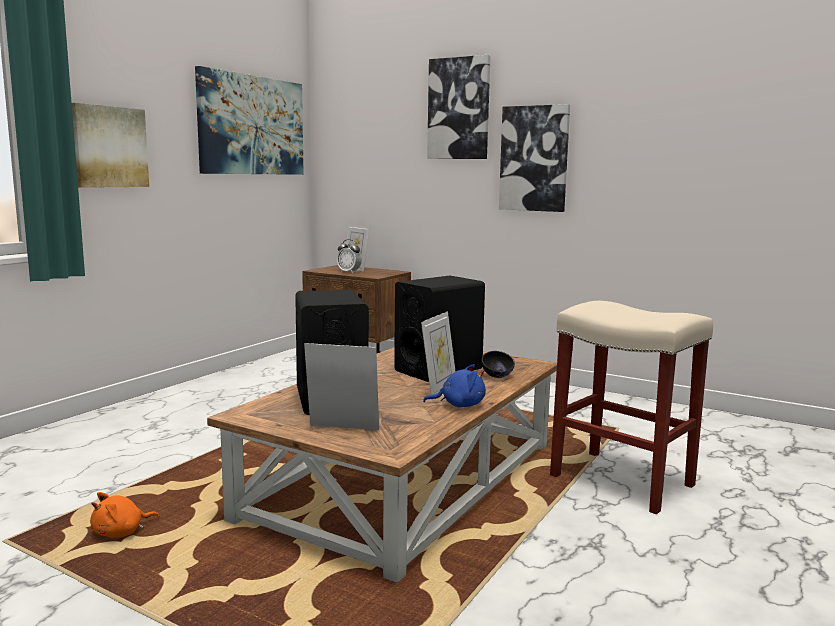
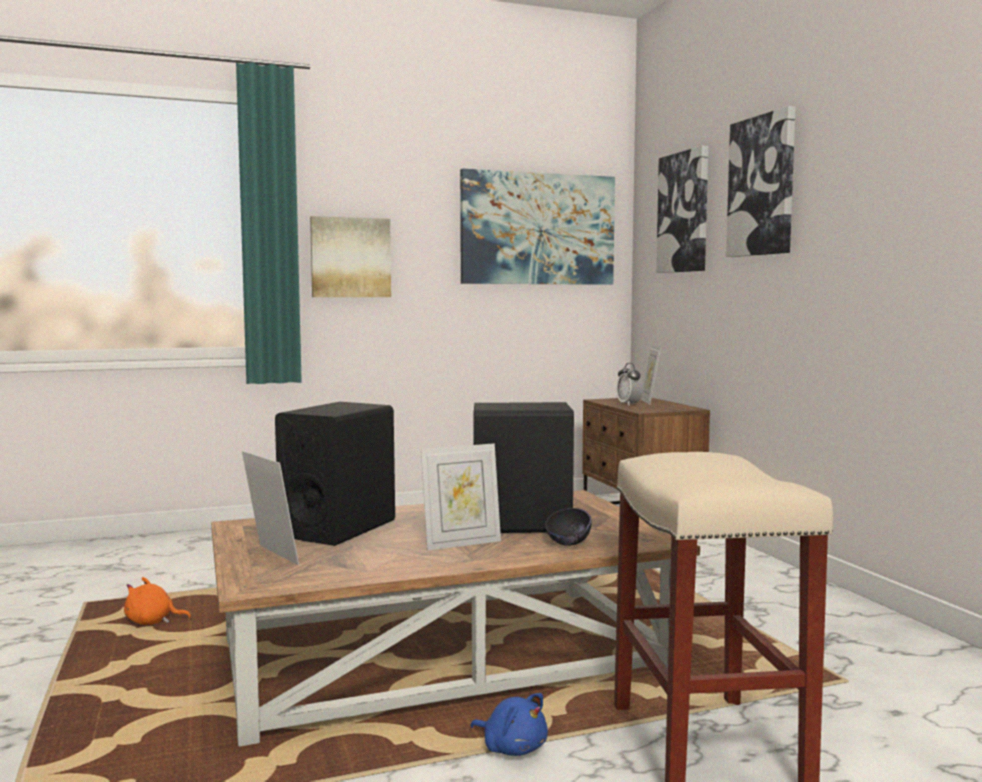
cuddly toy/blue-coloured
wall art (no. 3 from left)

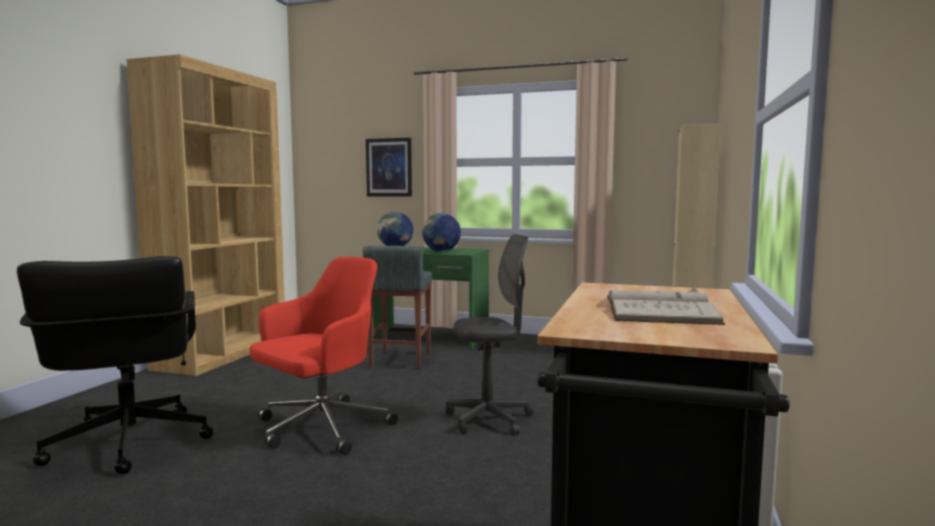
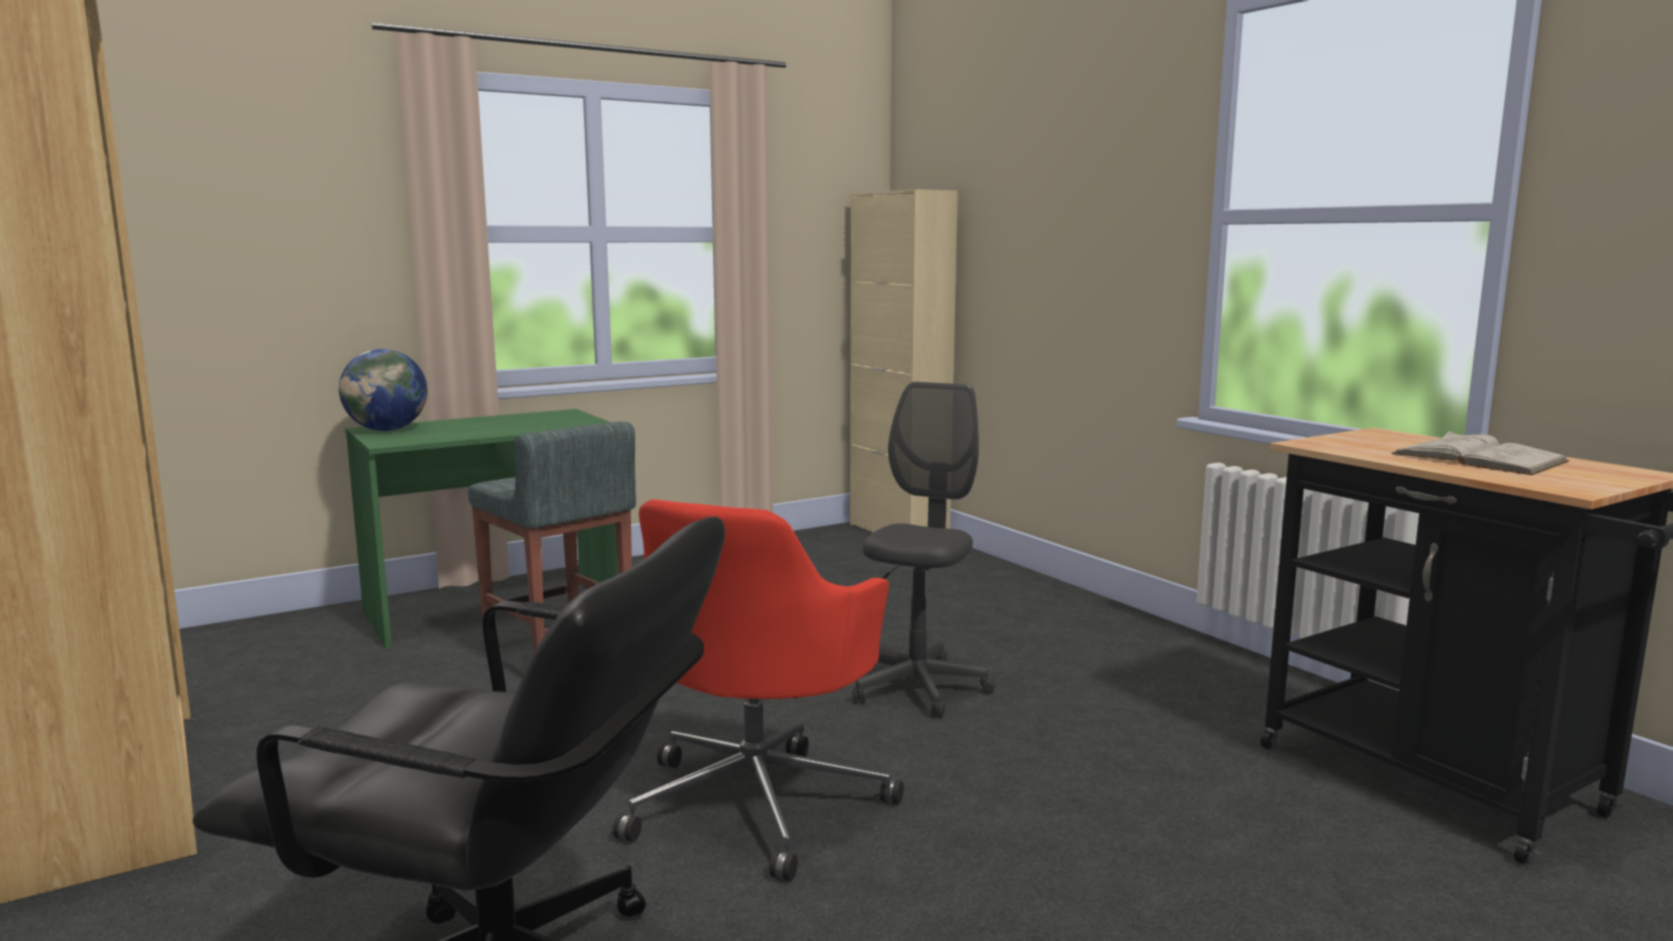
computer chair/red-coloured
wall art
desk globe (no. 2 from left in the first image)

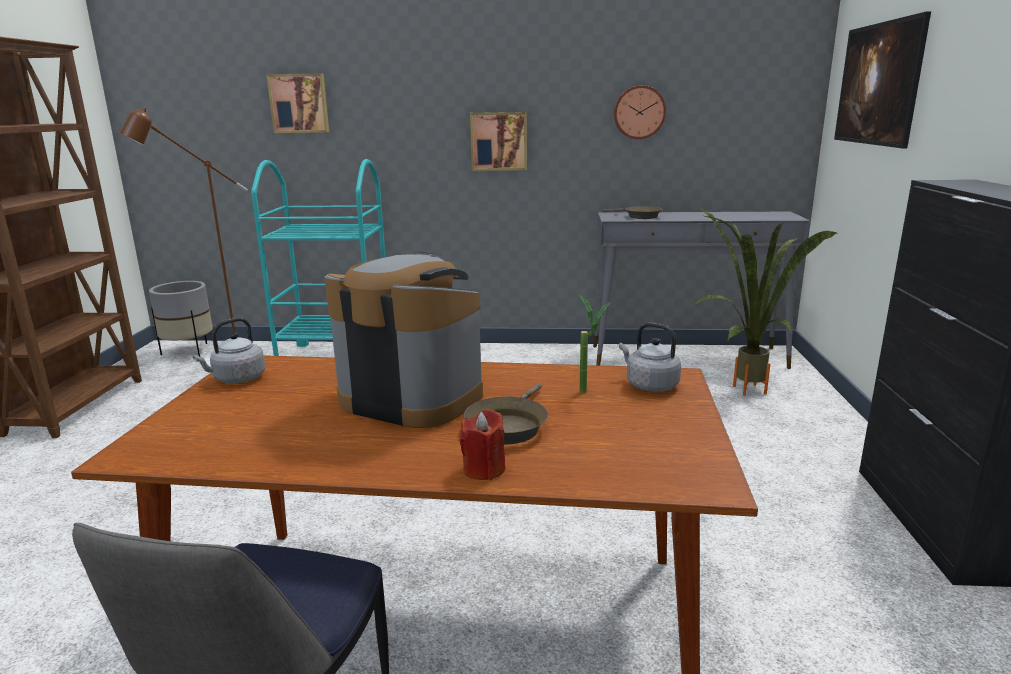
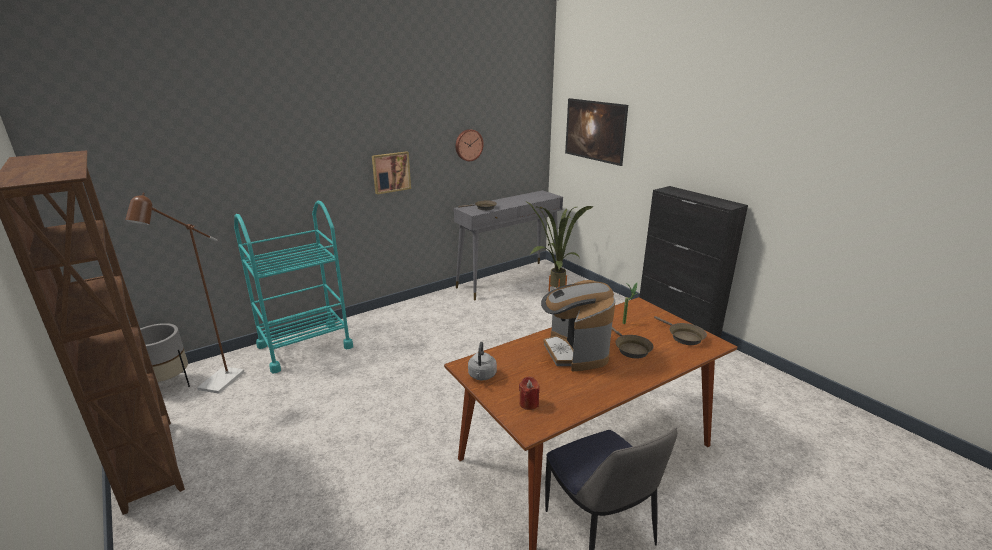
wax candle/red-coloured
coffee maker
frying pan/brown-coloured (no. 3 from left)
wall art (no. 1 from left in the first image)
water kettle/gray (no. 2 from left in the first image)

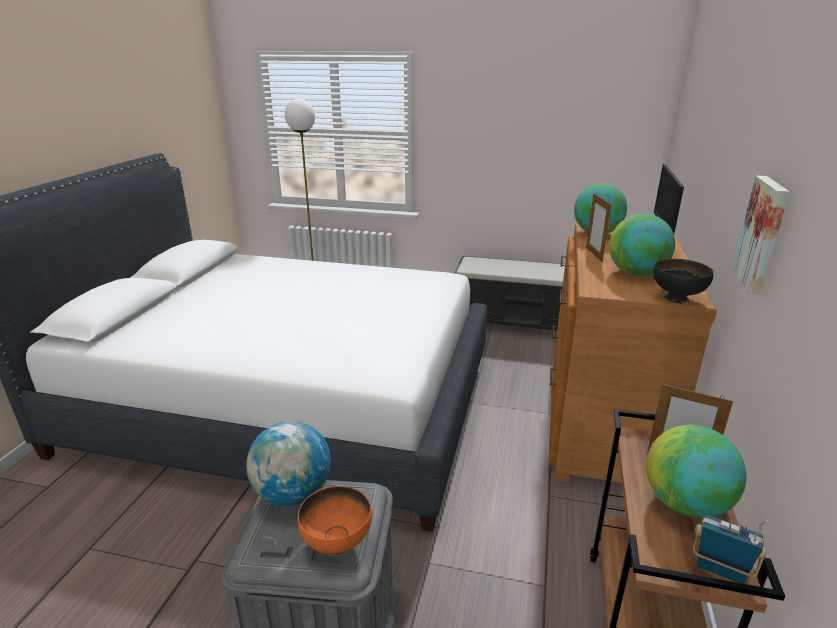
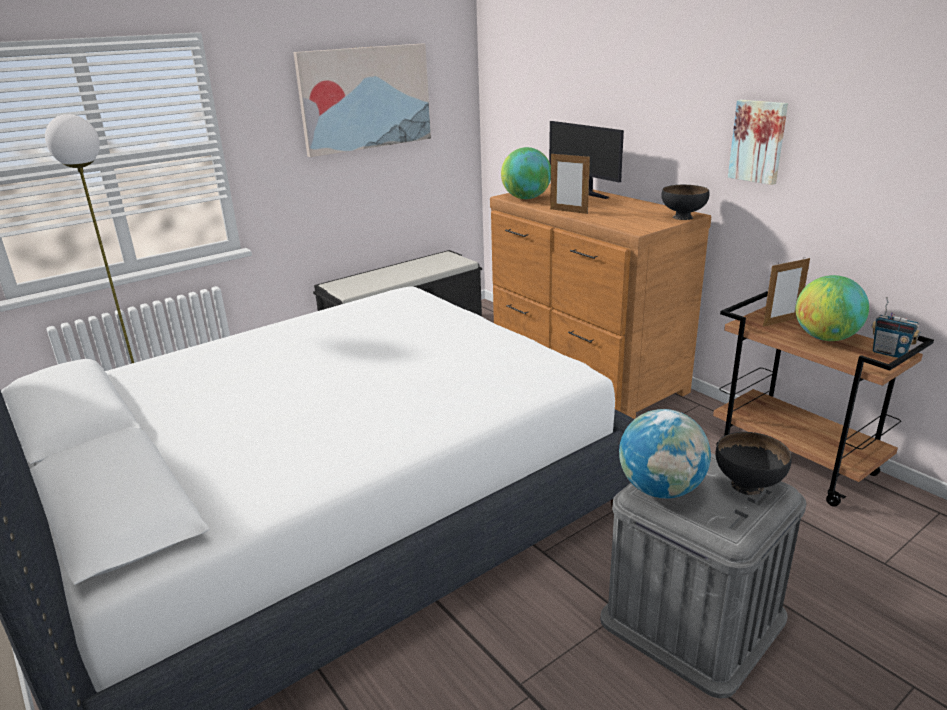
wall art (no. 1 from left)
bowl/blackish (no. 2 from left)
radio
desk globe (no. 3 from left in the first image)

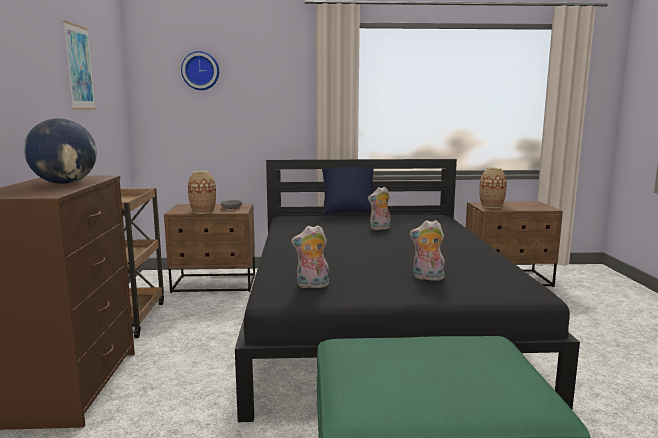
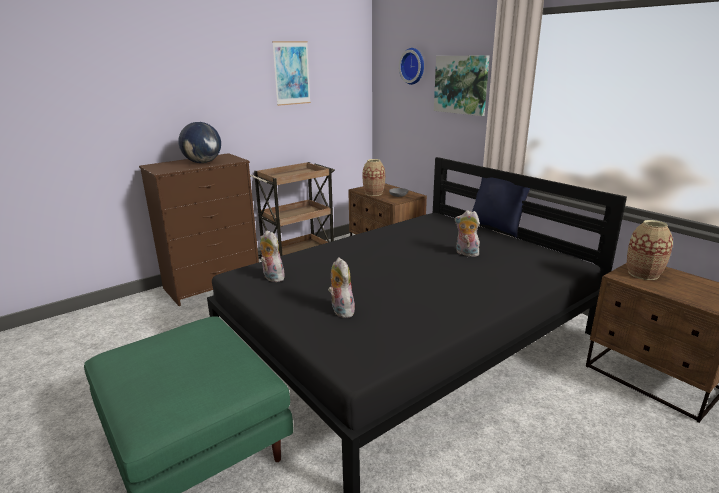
wall art (no. 2 from left)

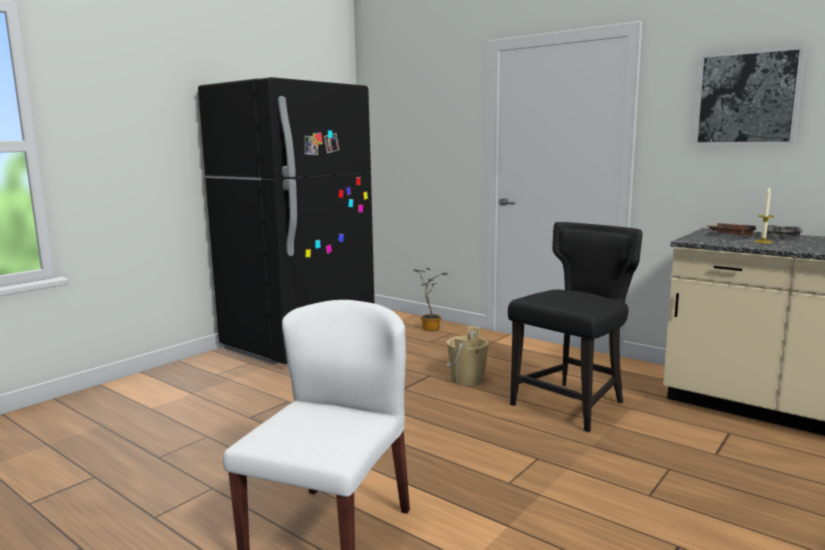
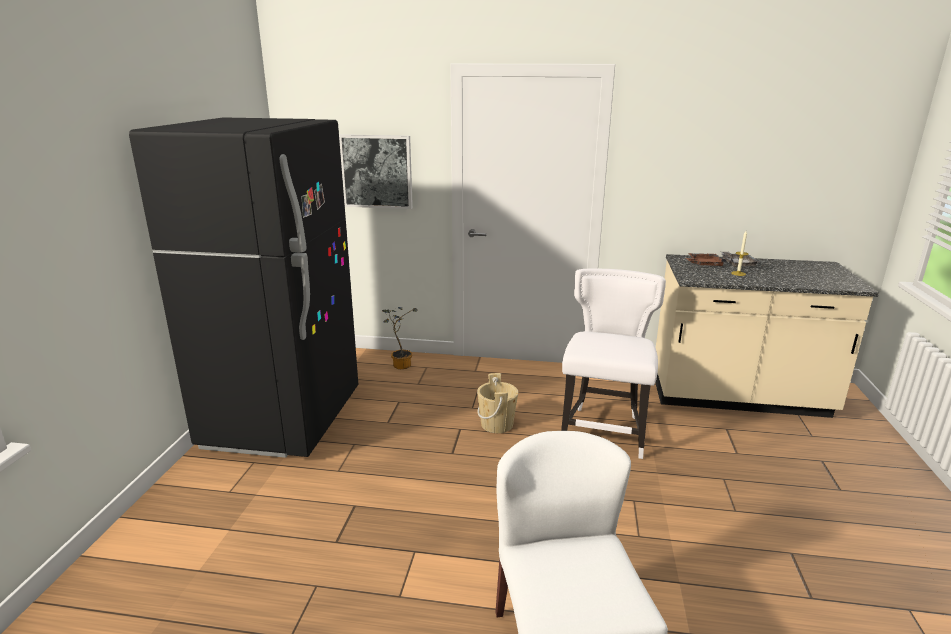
wall art
upright chair/white (no. 2 from left)

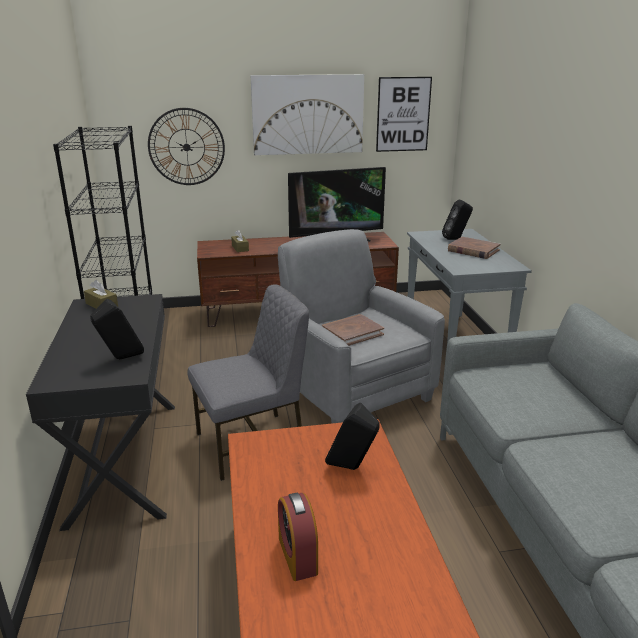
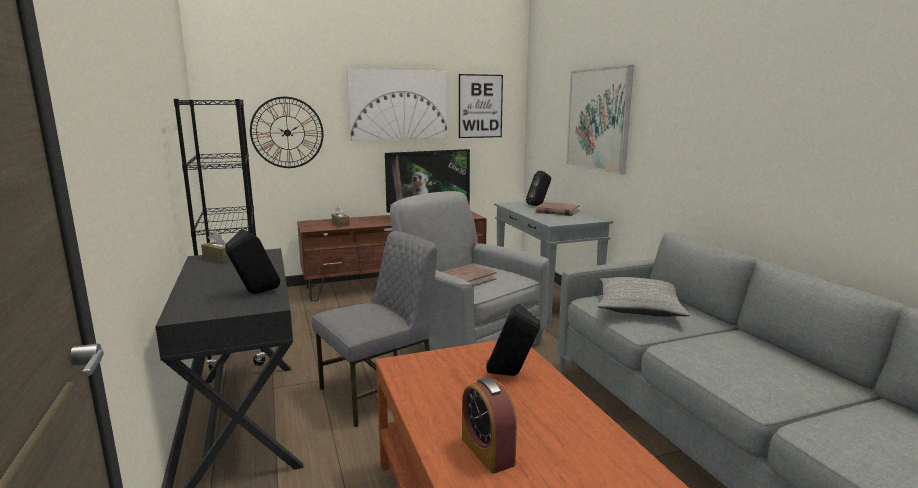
wall art (no. 3 from left)
cushion/gray

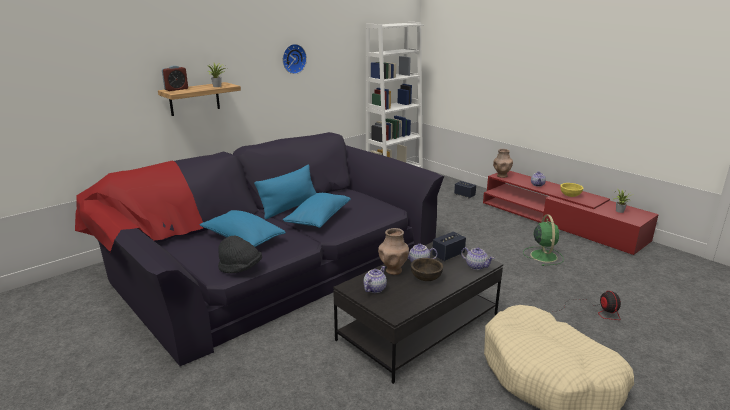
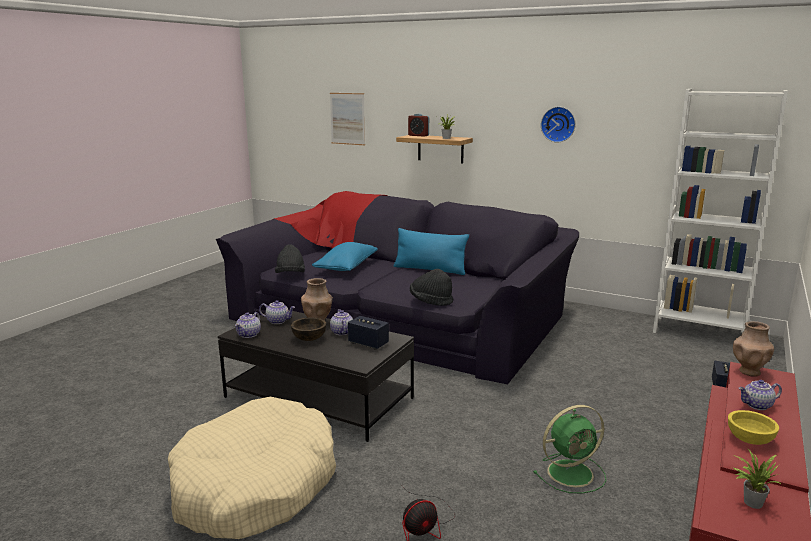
teapot (no. 1 from left)
wall art
wearable hat/blackish (no. 2 from left)
cushion/blue-coloured (no. 3 from left in the first image)

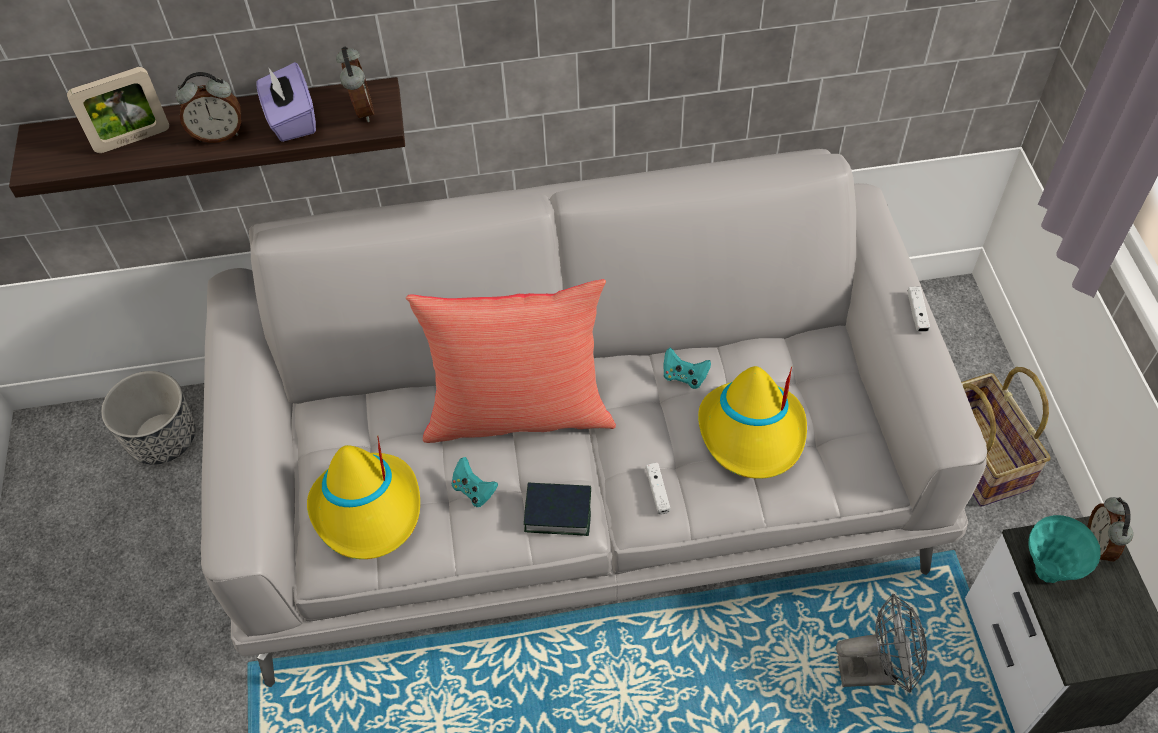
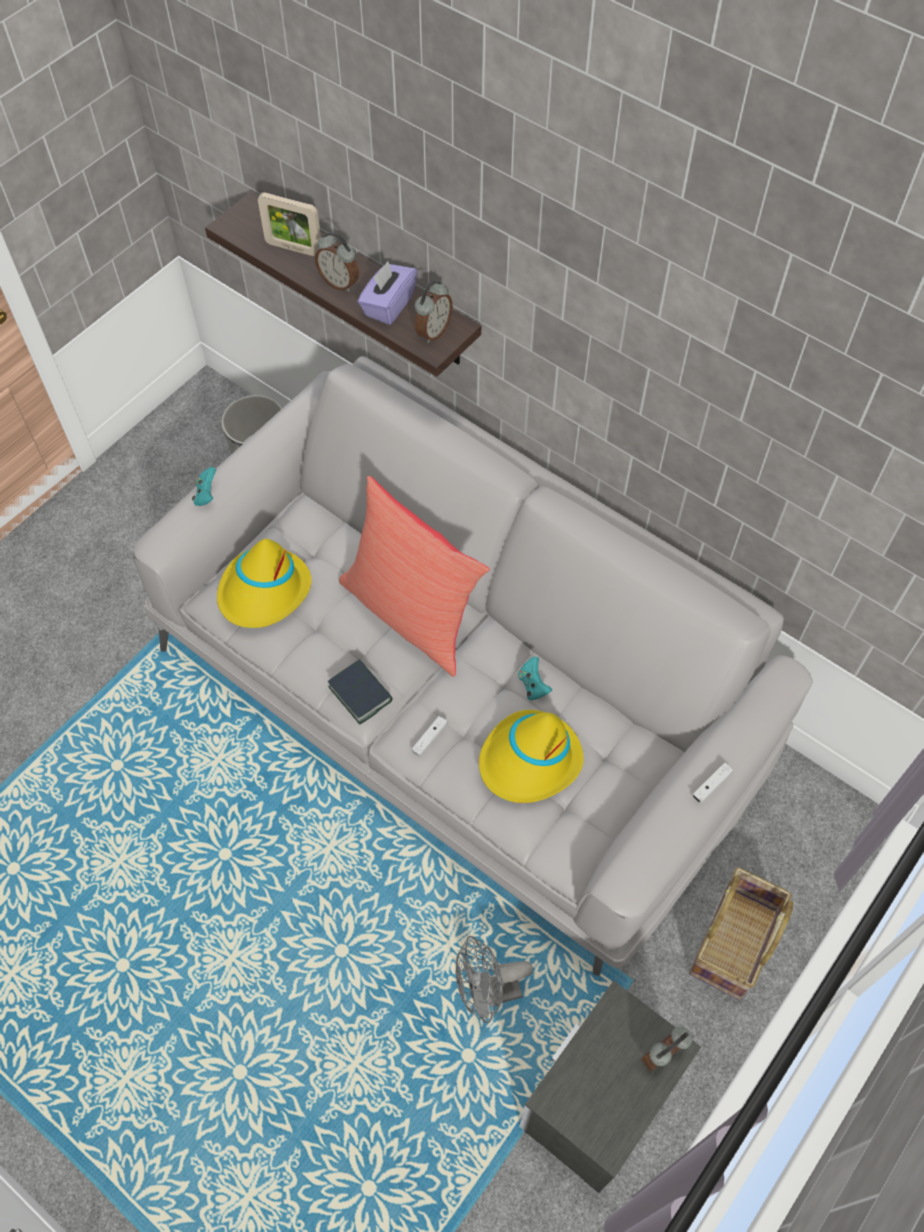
joypad/turquoise-coloured (no. 1 from left)
electric fan/gray
vase/turquoise-coloured

